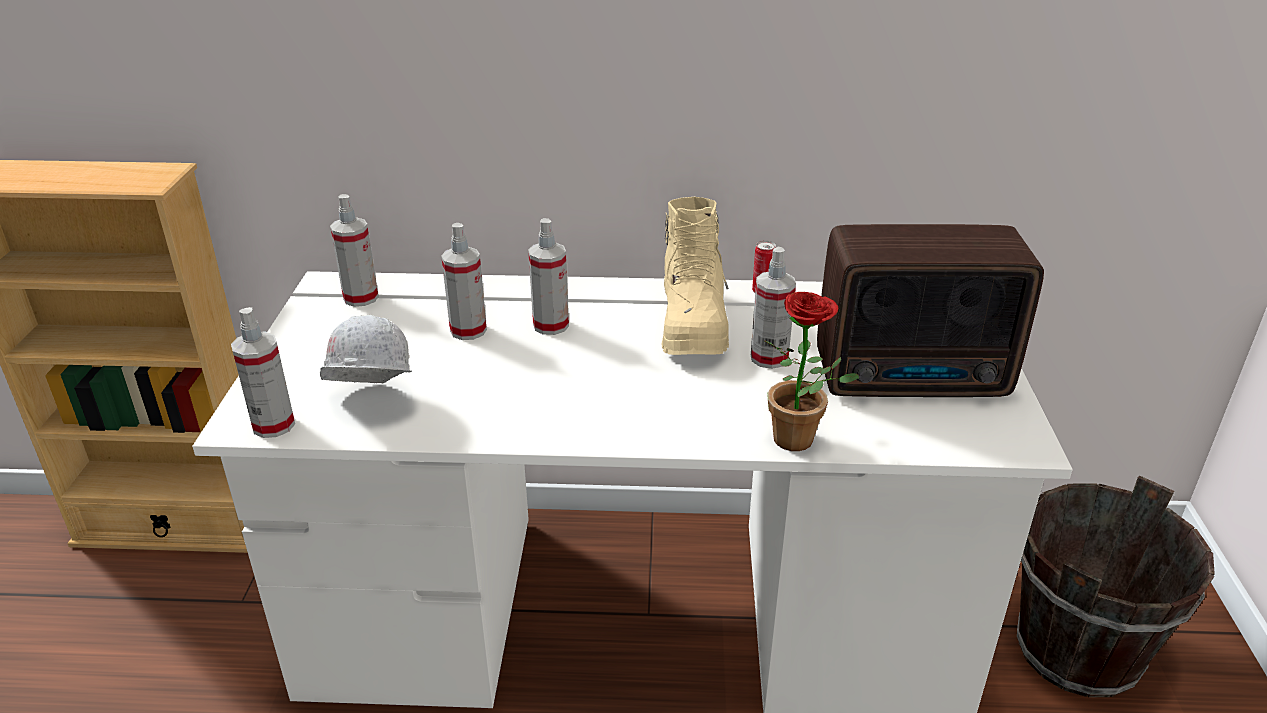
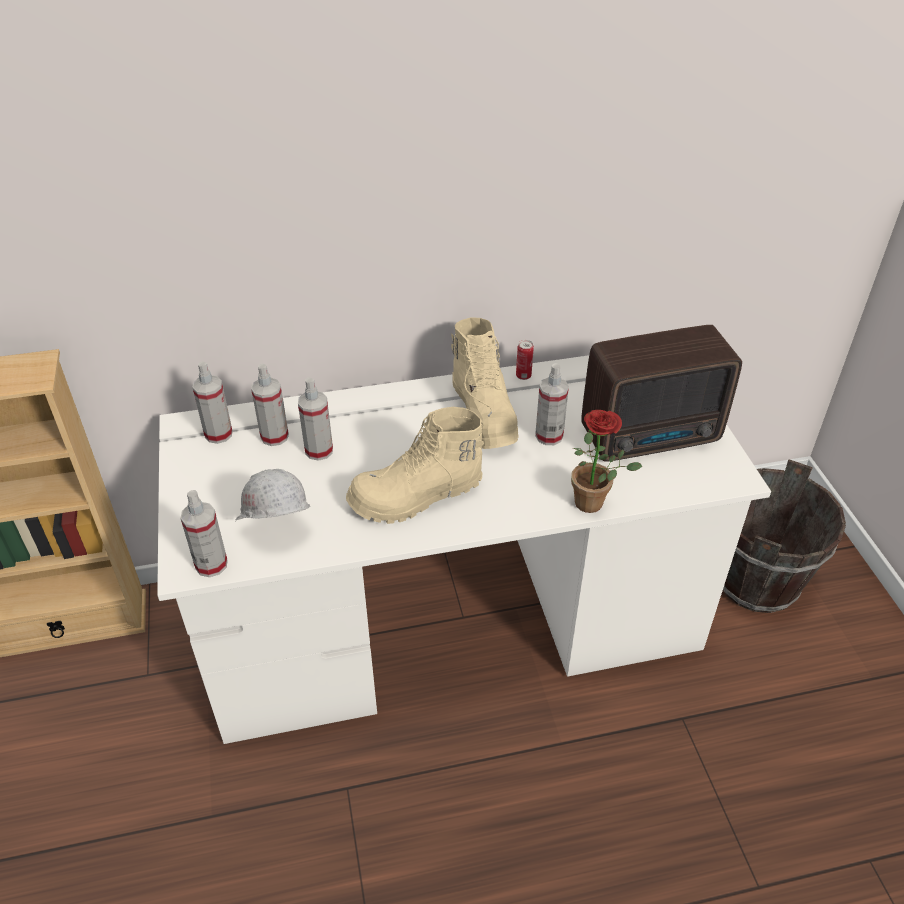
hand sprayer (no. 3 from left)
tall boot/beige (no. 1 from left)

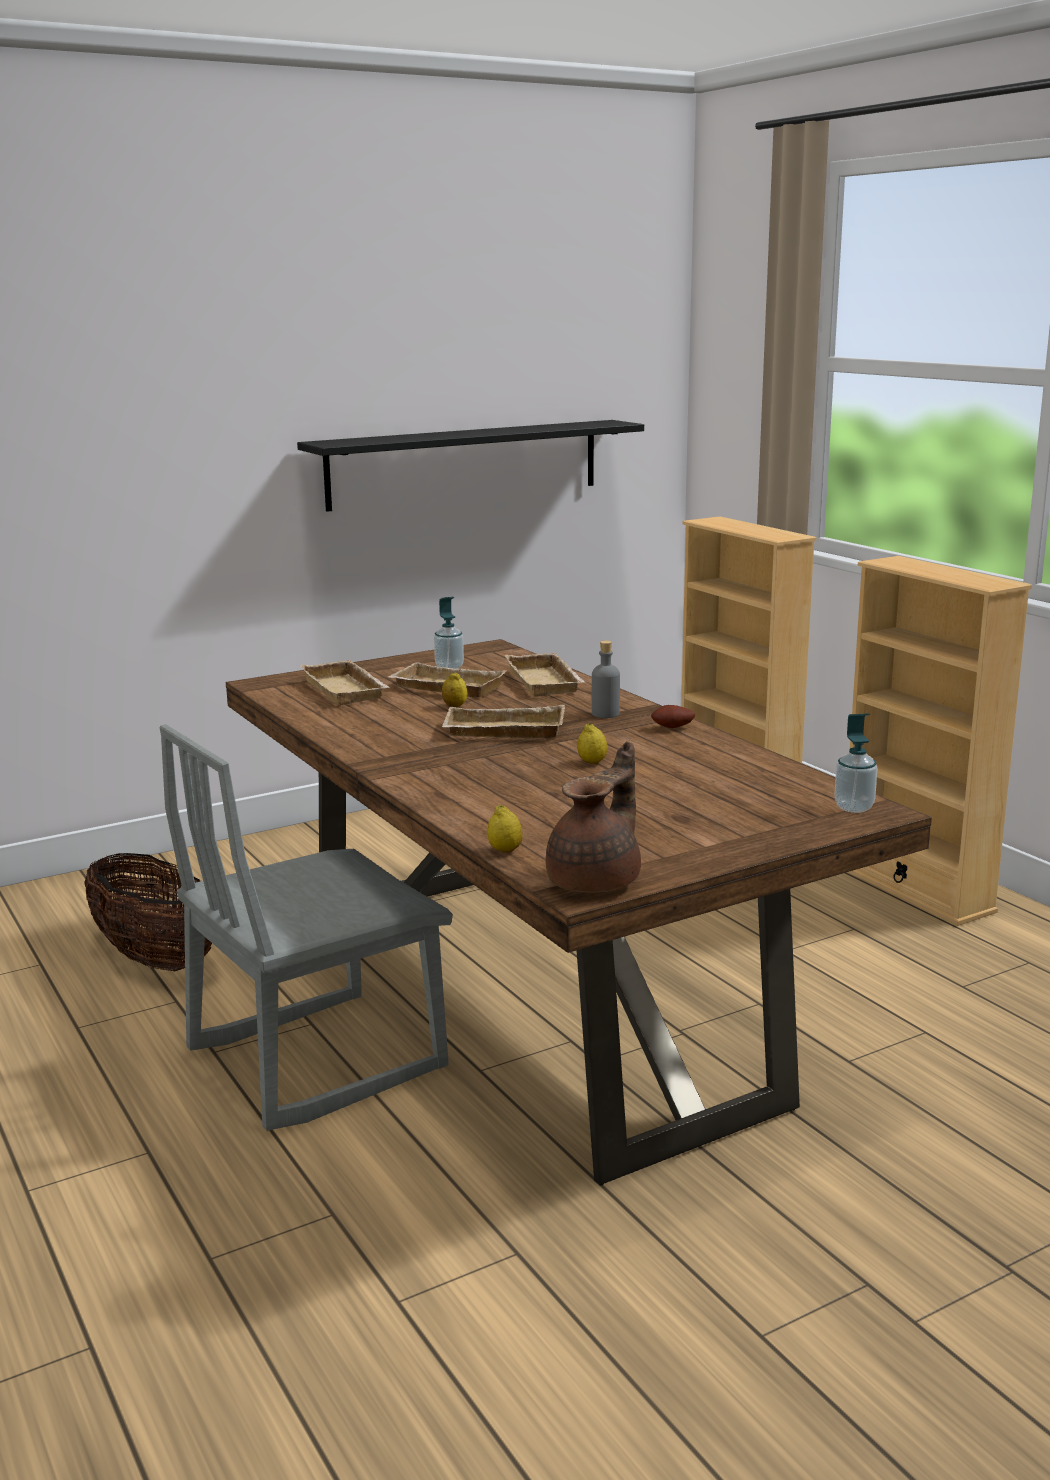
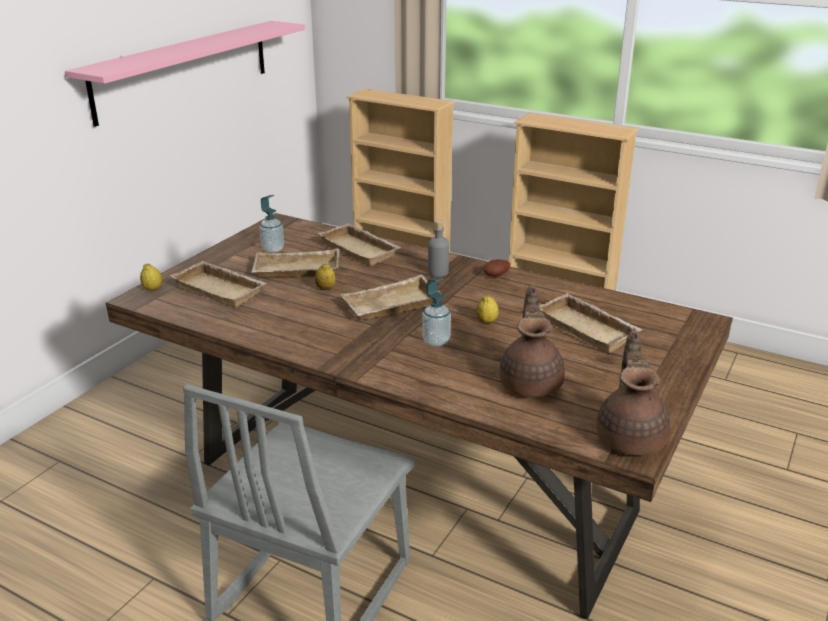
wall shelf/pink
citrus fruit (no. 1 from left)
liquid soap bottle (no. 2 from left)
teapot/brown-coloured (no. 1 from left)
serving tray/beige (no. 5 from left)
basket

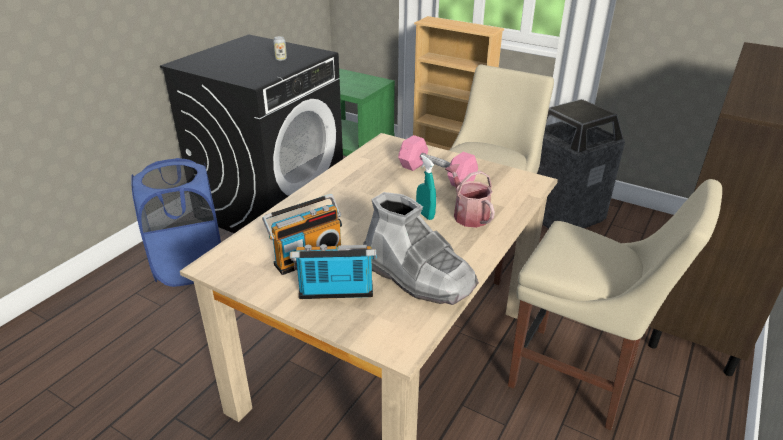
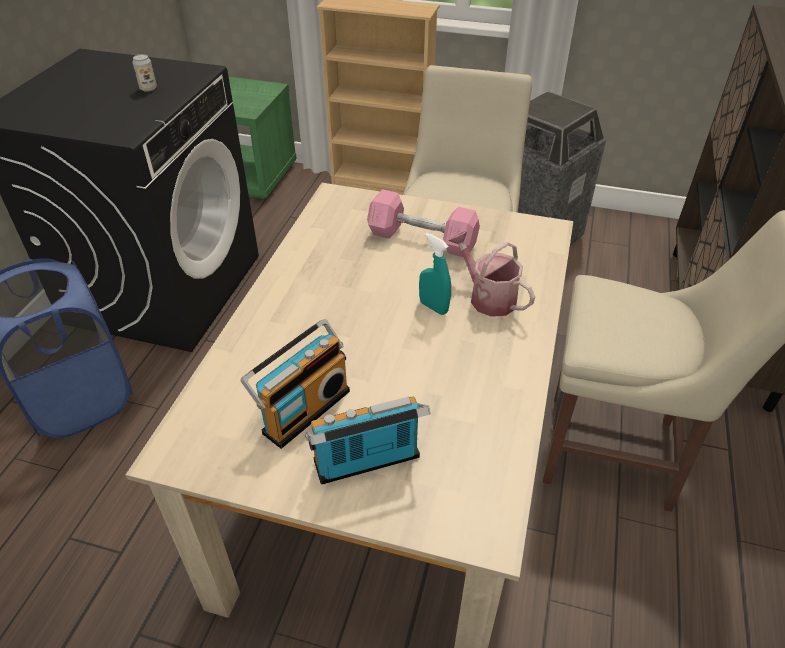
tall boot/gray

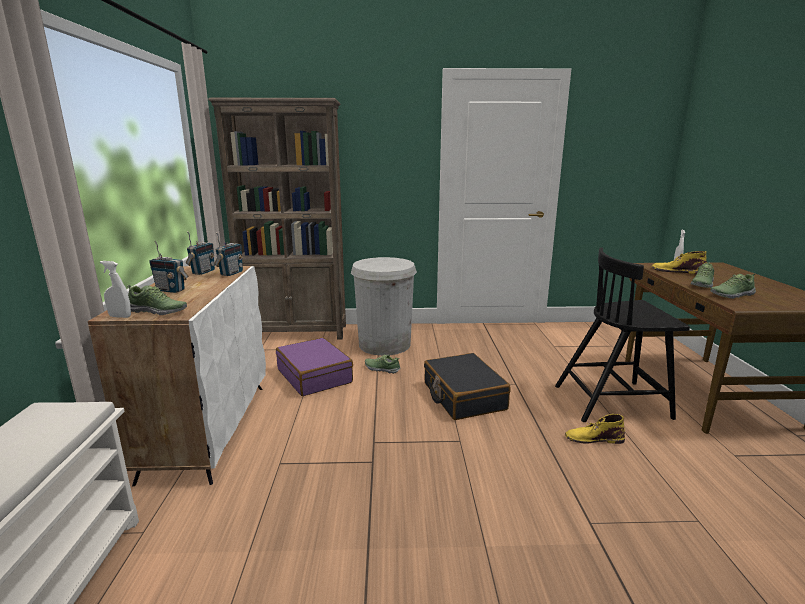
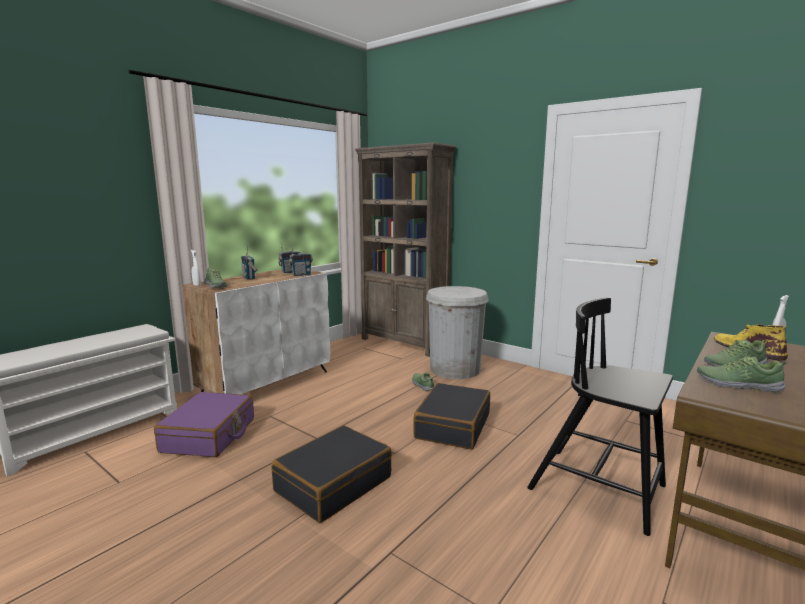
piece of luggage/purple
piece of luggage/blackish (no. 1 from left)
tall boot/yellowish (no. 1 from left in the first image)

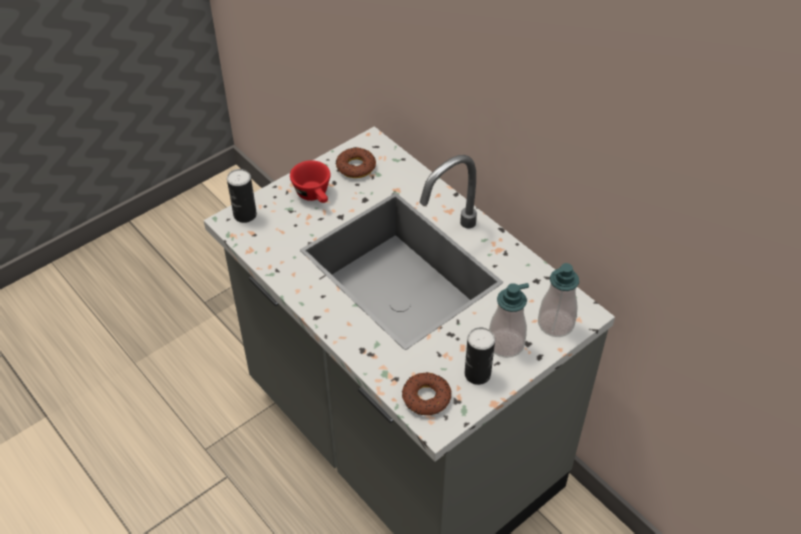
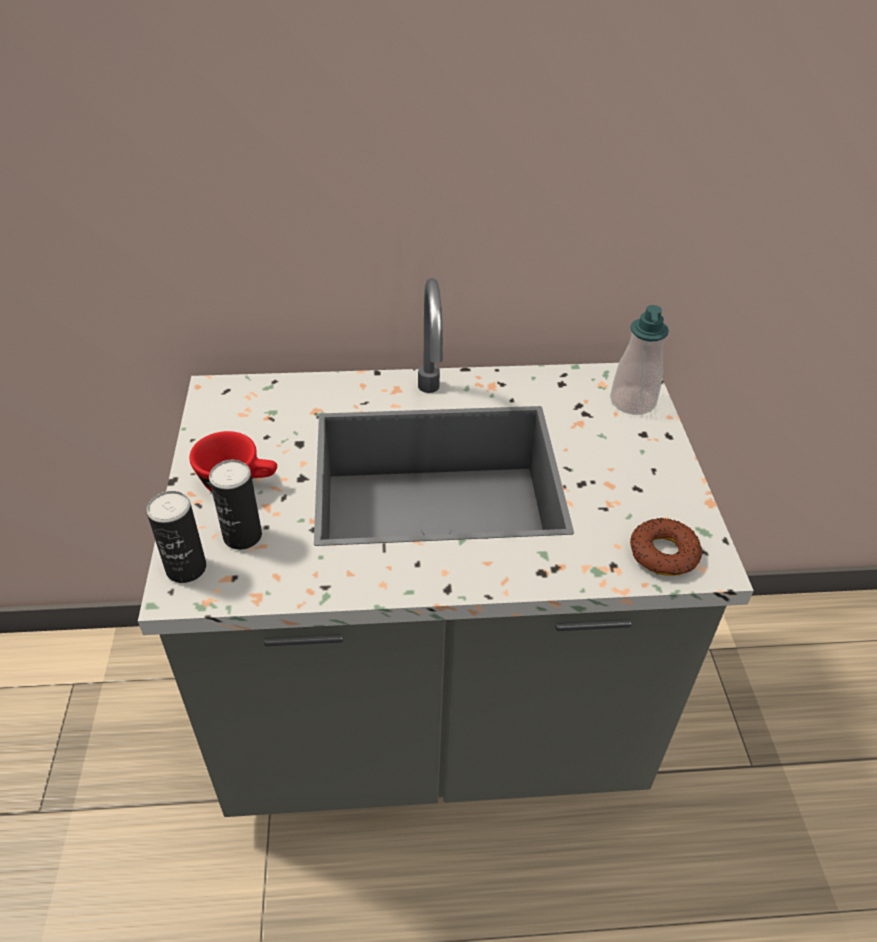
metal can (no. 2 from left)
ring doughnut (no. 1 from left in the first image)
liquid soap bottle (no. 1 from left in the first image)

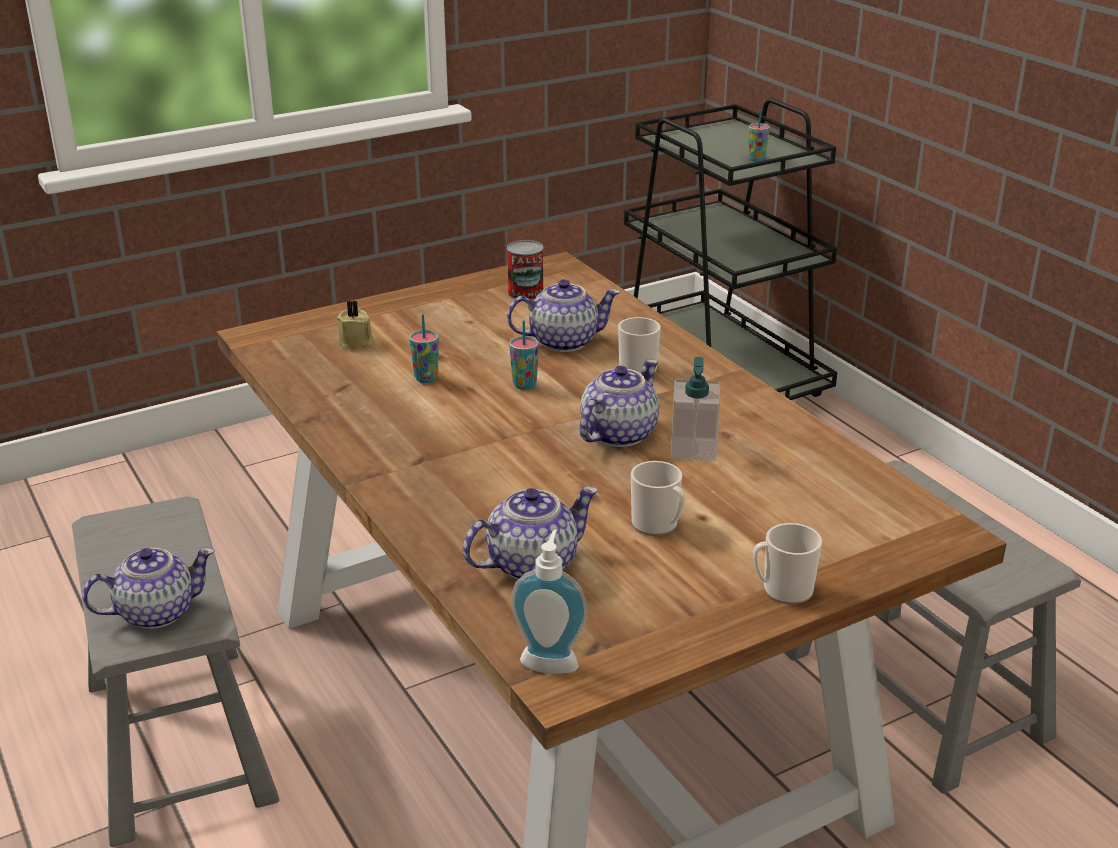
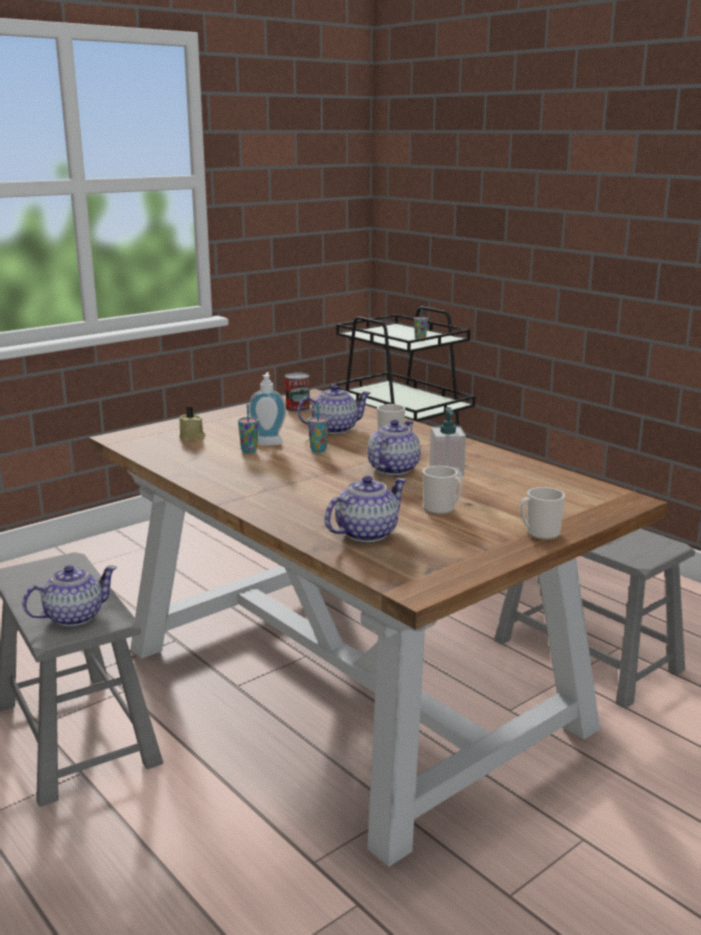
liquid soap bottle (no. 1 from left)

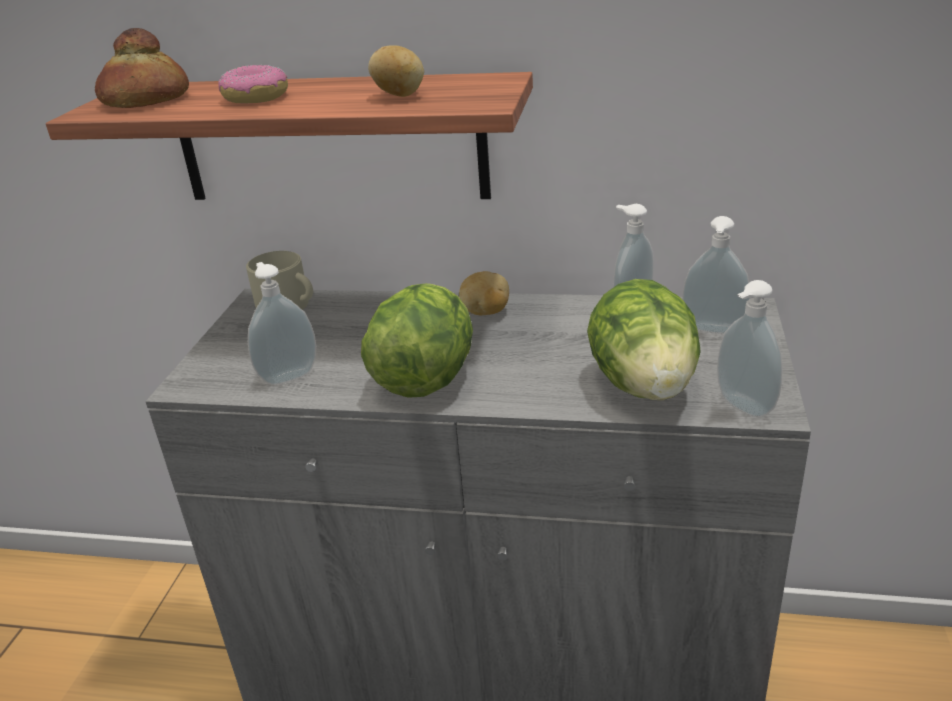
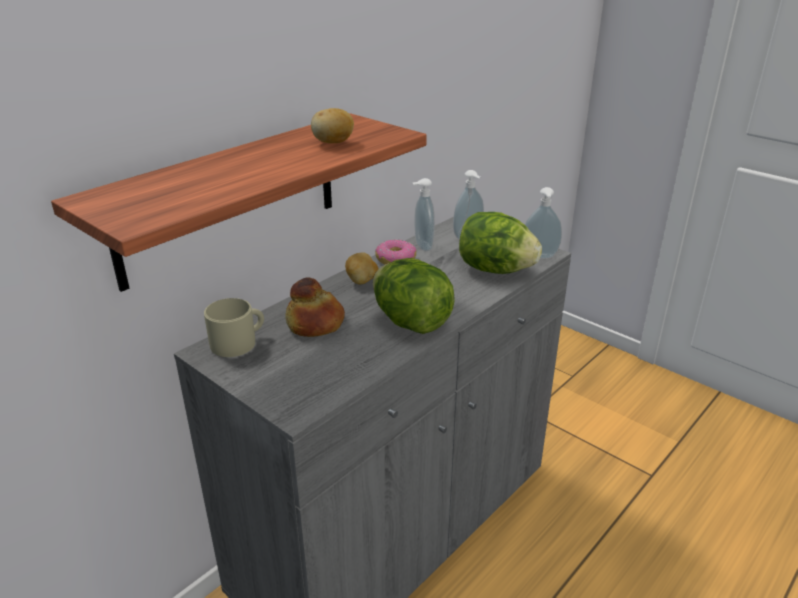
baked bread
ring doughnut
liquid soap bottle (no. 1 from left in the first image)

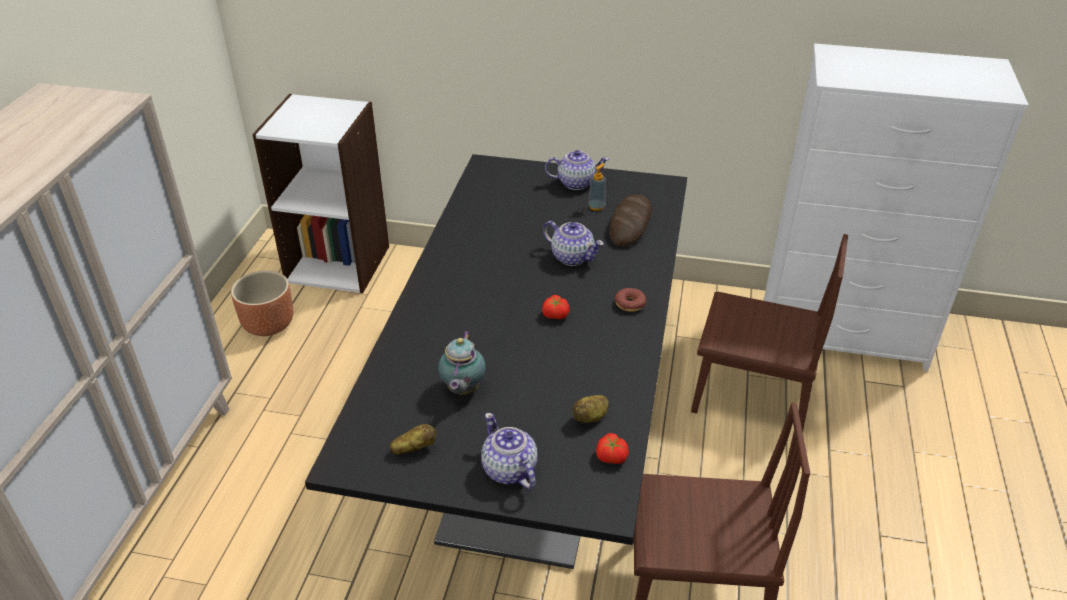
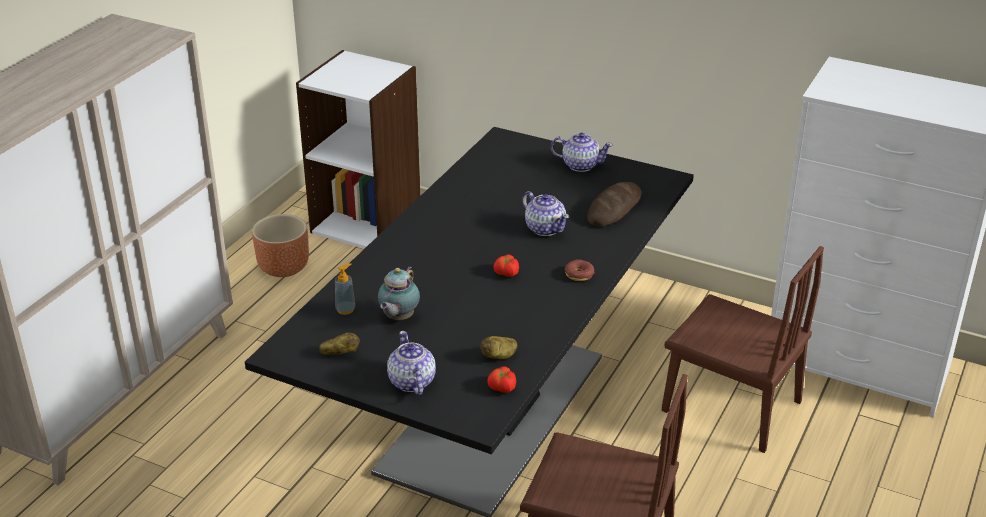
liquid soap bottle

